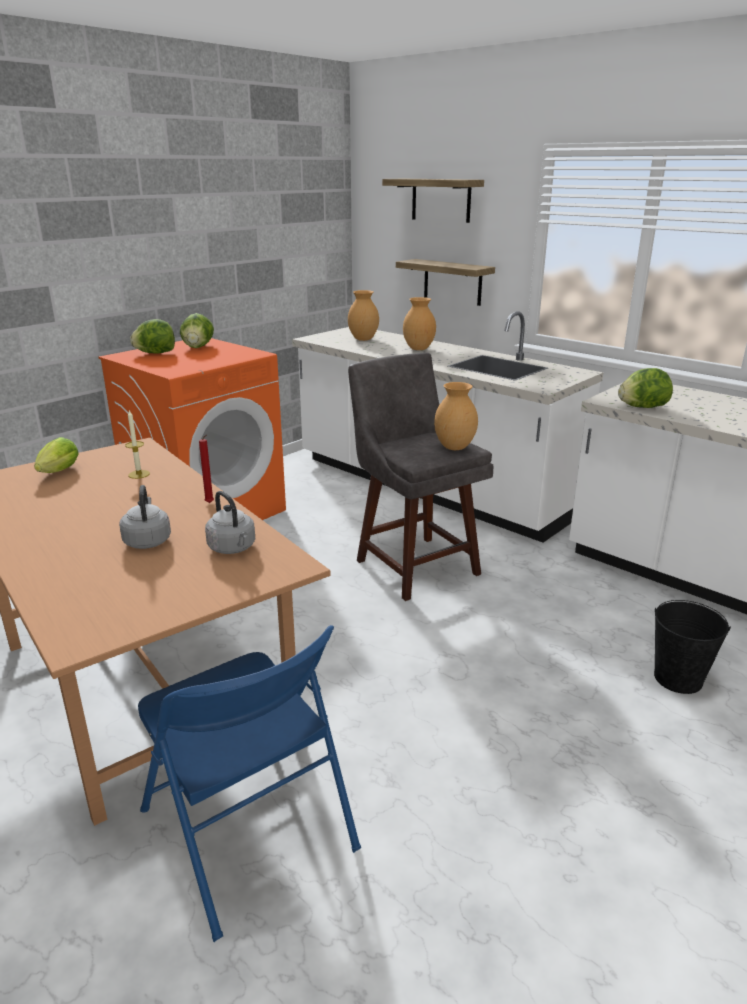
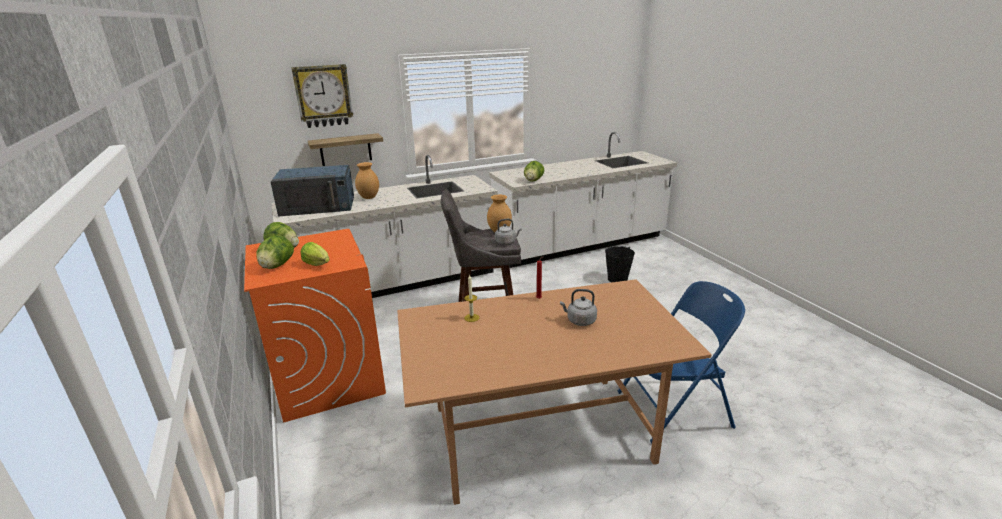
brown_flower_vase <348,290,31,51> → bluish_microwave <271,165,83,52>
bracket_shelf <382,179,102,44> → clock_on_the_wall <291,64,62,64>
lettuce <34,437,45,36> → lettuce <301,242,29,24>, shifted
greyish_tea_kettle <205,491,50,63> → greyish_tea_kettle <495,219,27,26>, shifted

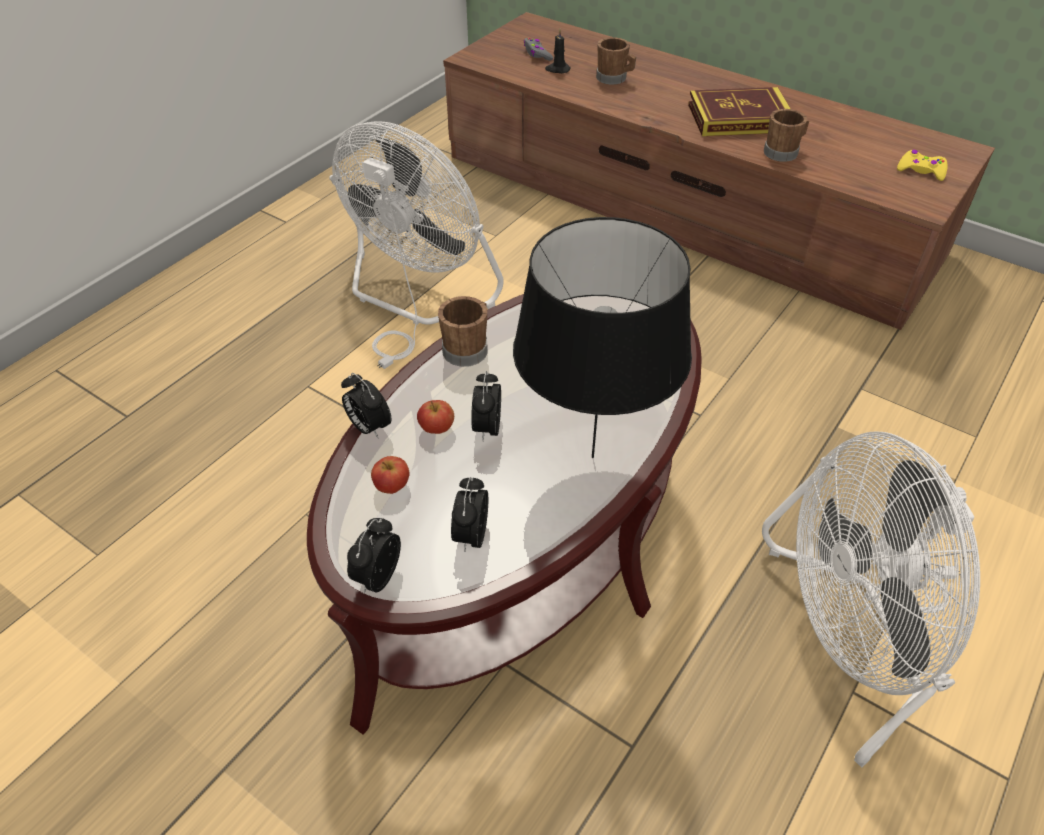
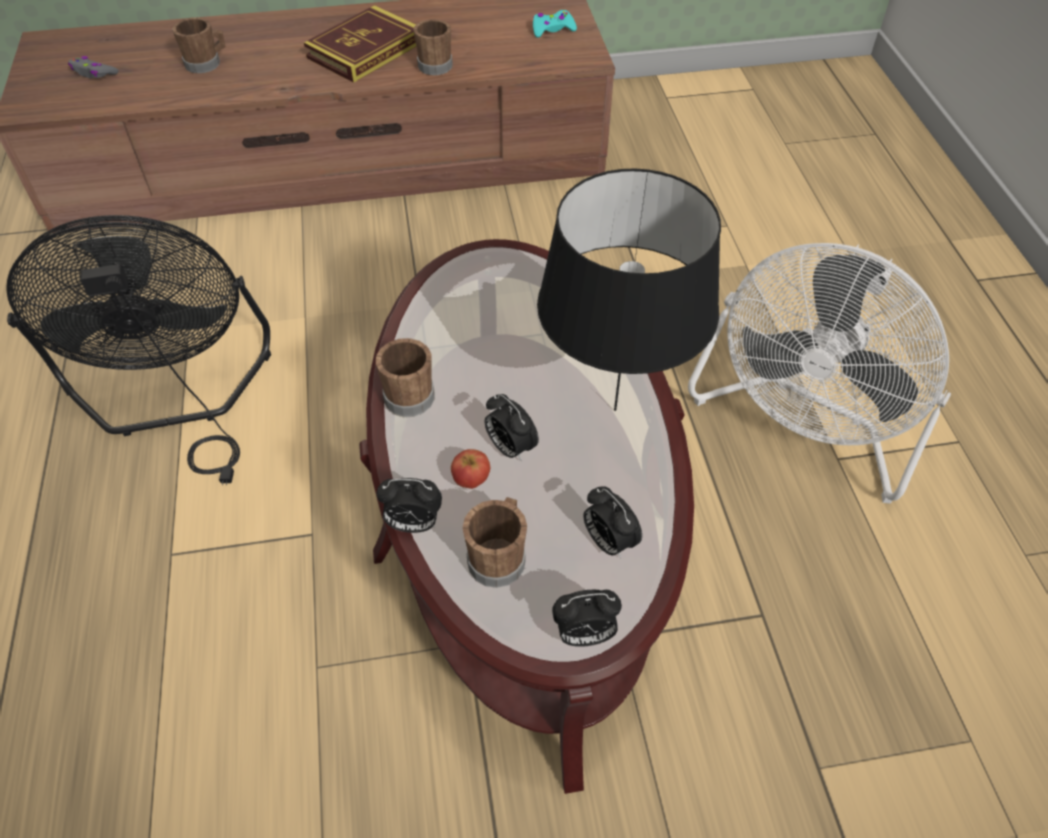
whitish_cooling_fan <329,121,175,248> → blackish_cooling_fan <7,215,264,271>
apple_fruit <371,456,39,38> → brown_coffee_mug <463,497,64,91>
yellow_gamepad <897,150,51,31> → turquoise_gamepad <533,10,44,28>
alarm_clock <347,518,54,75> → alarm_clock <552,590,70,57>, 75 degrees counterclockwise
blackish_wax_light <545,29,26,44> → -

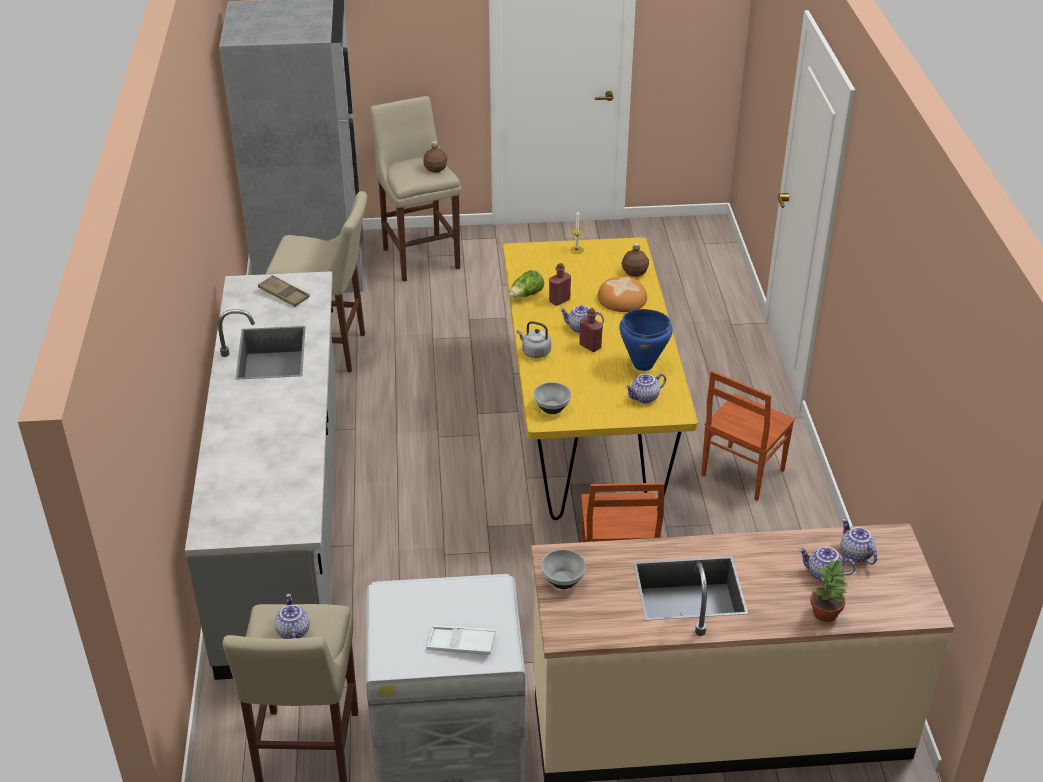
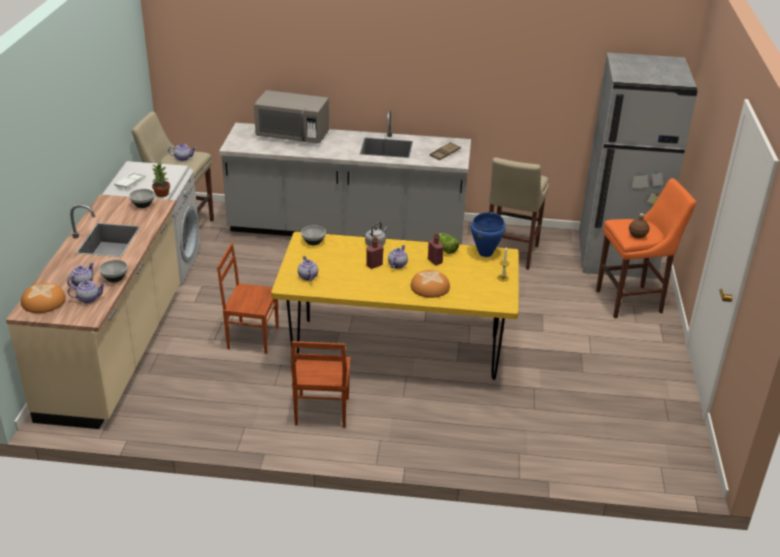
- → bakery_bread <21,283,45,30>
- → bowl <99,260,29,22>
houseplant <810,559,37,63> → houseplant <152,161,18,36>, shifted
- → greyish_microwave <254,90,75,54>
brown_plain_chair <701,371,94,130> → brown_plain_chair <291,341,60,87>, 135 degrees counterclockwise
bluish_saucepot <619,309,54,62> → bluish_saucepot <471,212,35,45>, shifted
beige-coloured_sitting_stool <370,96,91,186> → orangey_sitting_stool <596,178,100,140>
brown_drink_bottle <622,243,27,34> → -

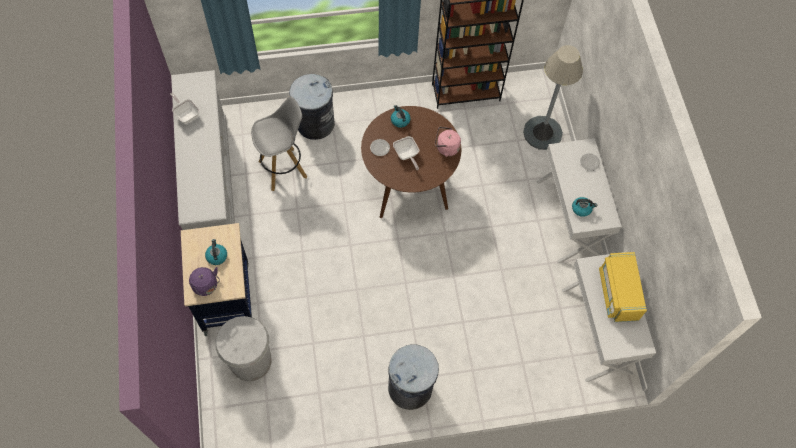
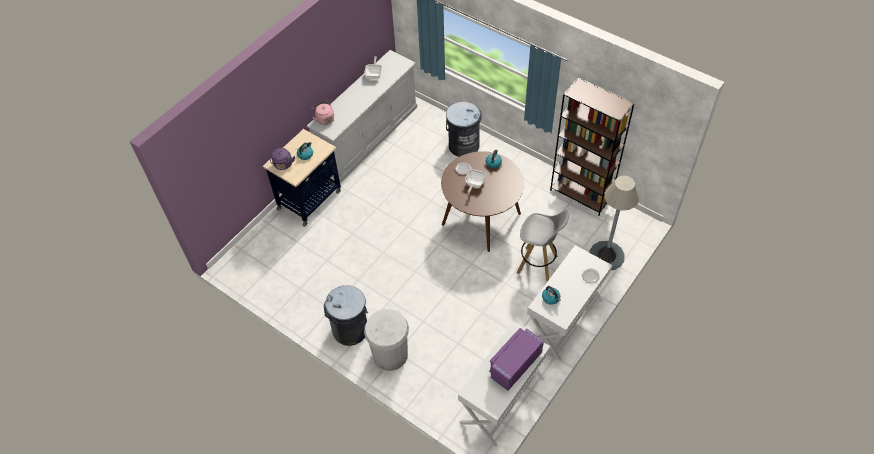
pinkish_tea_kettle <435,127,26,30> → pinkish_tea_kettle <312,100,22,25>, shifted
whitish_waste_bin <215,316,57,65> → whitish_waste_bin <364,309,45,62>, shifted
yellow_microwave <599,252,48,70> → purple_microwave <489,328,55,63>
greyish_sitting_stool <251,96,56,95> → greyish_sitting_stool <517,209,52,73>, shifted

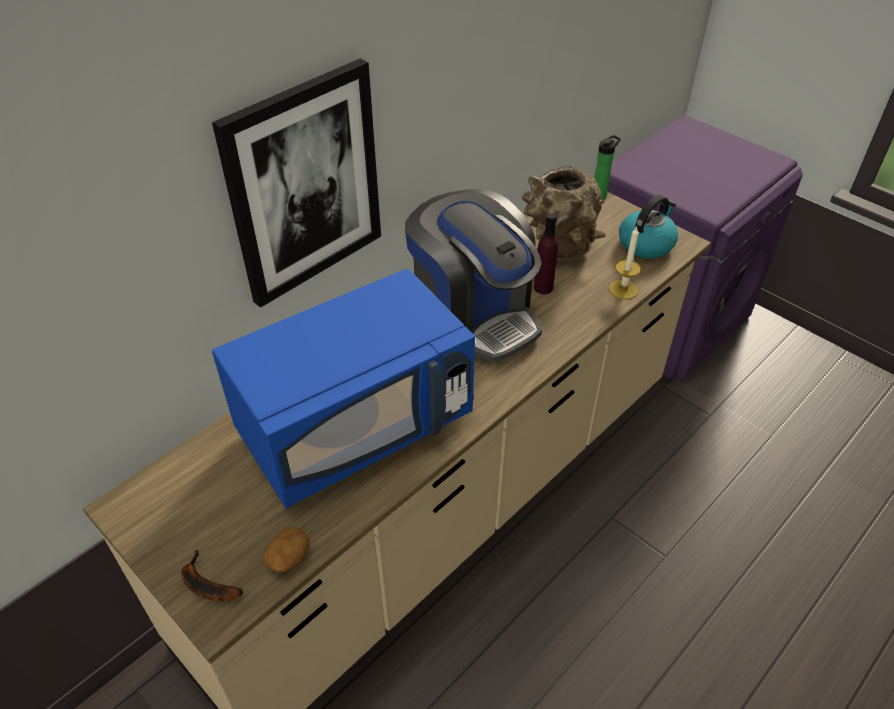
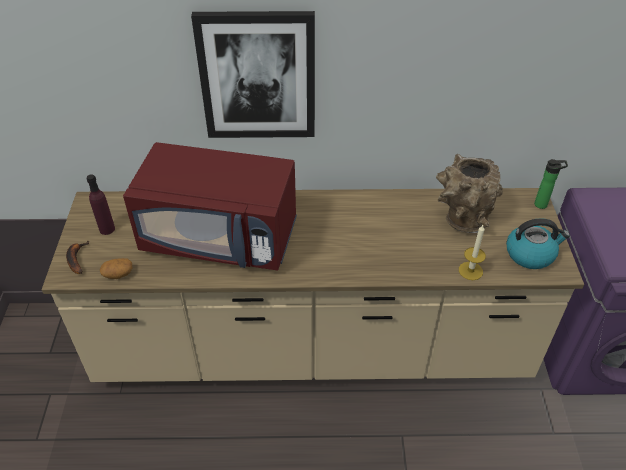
purple_drink_bottle <534,213,24,81> → purple_drink_bottle <87,174,28,61>, shifted
bluish_microwave <212,269,263,239> → reddish_microwave <123,142,174,129>
coffee_brewer <405,189,137,173> → -

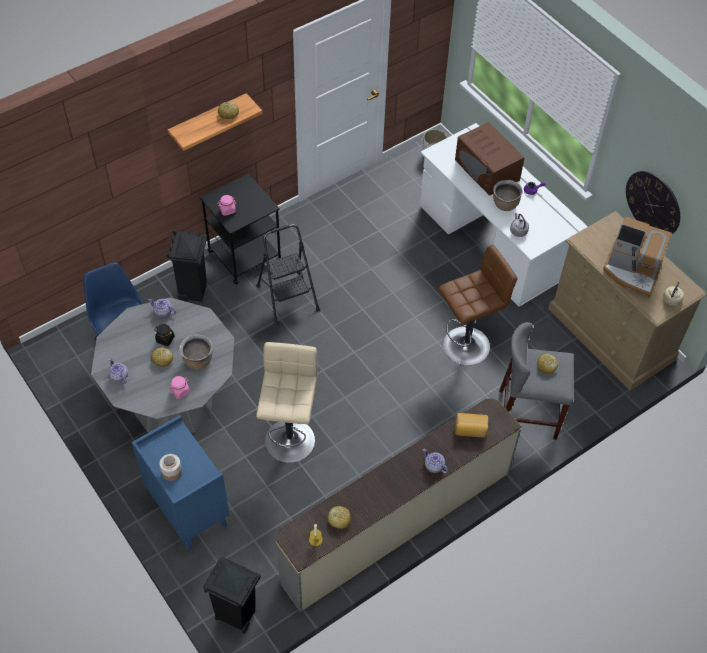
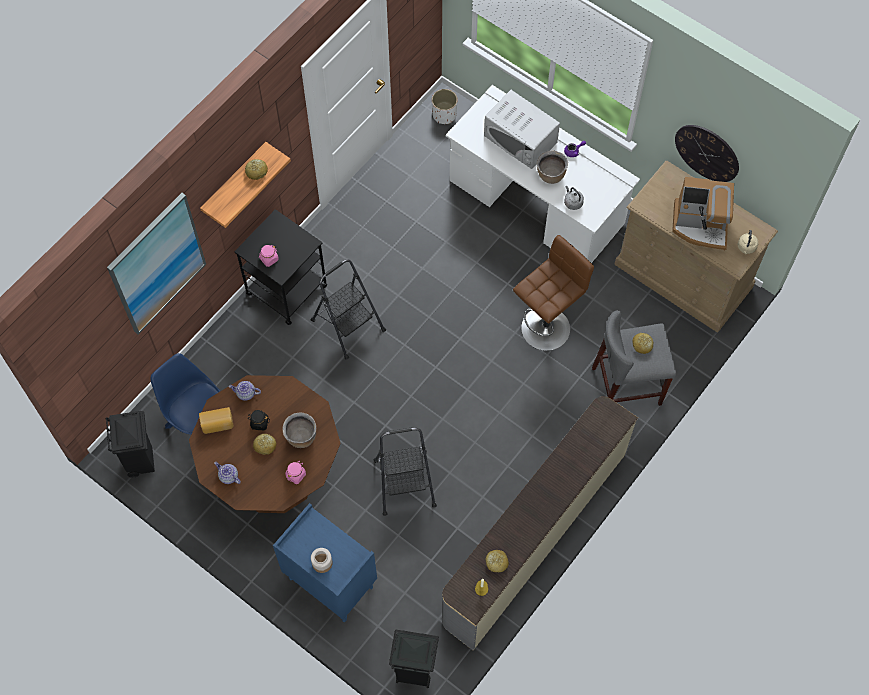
blackish_waste_bin <166,231,41,71> → blackish_waste_bin <105,411,50,67>, shifted
- → wall_art <107,193,99,141>
greyish_dinner_table <91,297,143,136> → brown_dinner_table <189,375,152,138>
bakery_bread <455,413,33,24> → bakery_bread <199,407,34,27>, shifted
beige-coloured_sitting_stool <256,342,61,121> → blackish_stepladder <373,428,64,88>
brown_microwave <455,122,70,74> → whitish_microwave <484,90,76,79>
tea_pot <423,449,25,25> → -

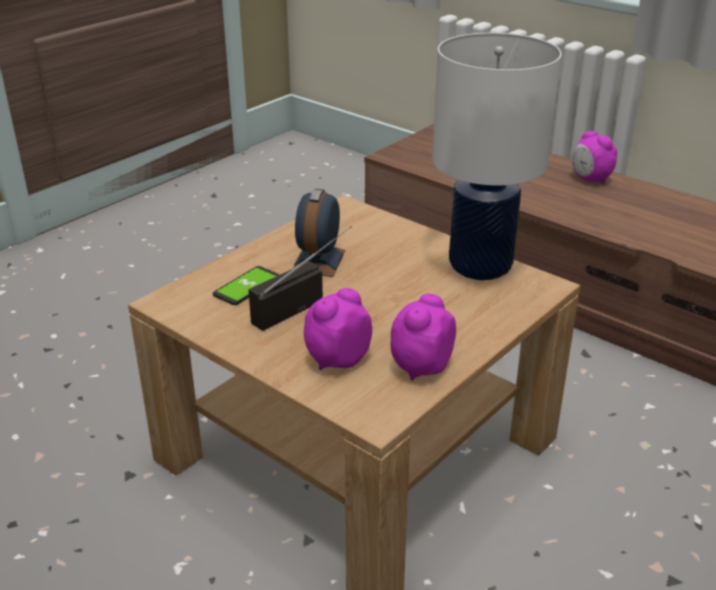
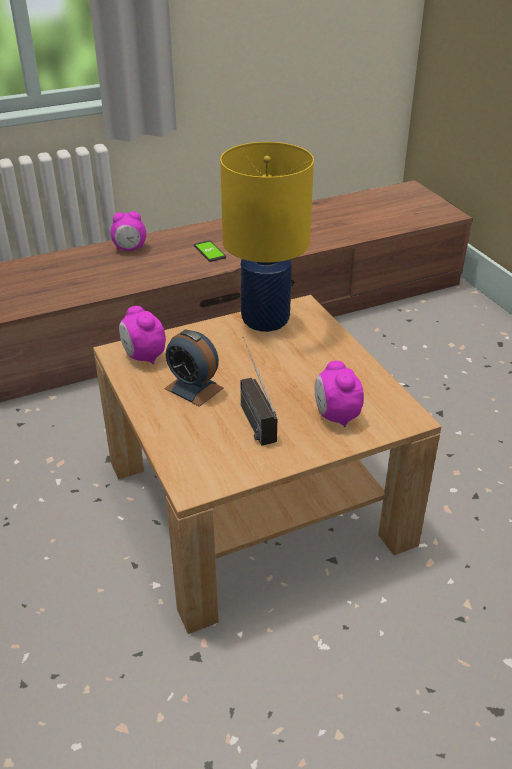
alarm_clock <391,294,65,87> → alarm_clock <119,306,47,58>, shifted
phone <213,266,66,39> → phone <194,241,32,21>, shifted
whitish_lamp_for_a_table <432,33,130,247> → yellow_lamp_for_a_table <220,142,94,190>

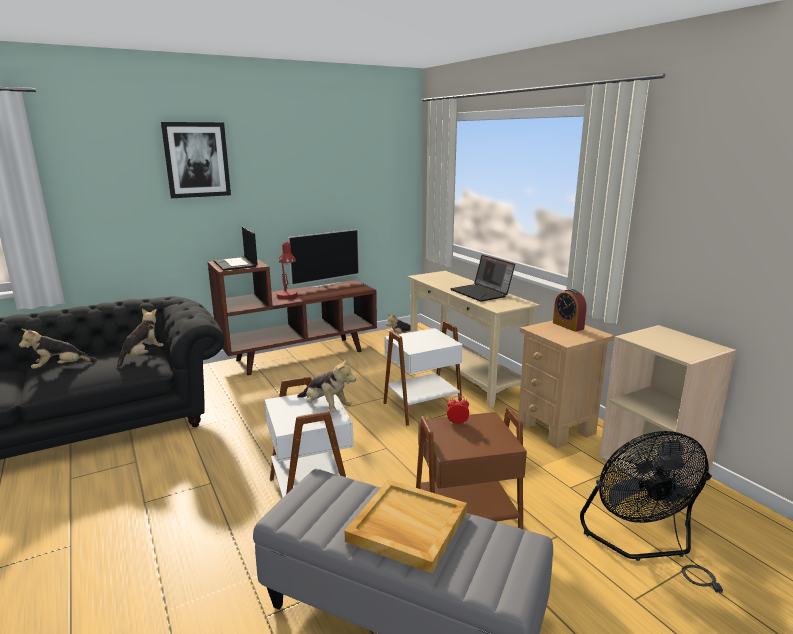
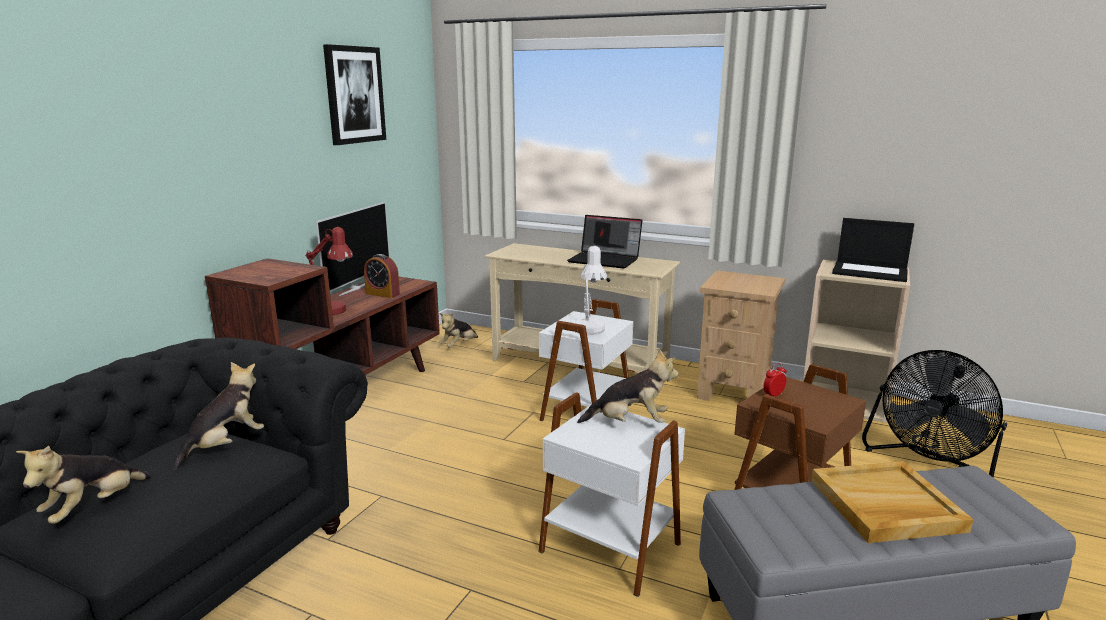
cuddly_toy <117,309,47,59> → cuddly_toy <173,362,91,109>, 45 degrees clockwise
wall_art <161,122,70,76> → wall_art <323,44,63,101>, shifted
alarm_clock <553,289,34,43> → alarm_clock <364,254,36,44>, shifted
- → whitish_lamp_for_a_table <573,246,34,89>
notebook_computer <214,227,44,44> → notebook_computer <832,218,82,64>, shifted
blackish_cooling_fan <580,431,143,163> → blackish_cooling_fan <862,350,145,127>, 90 degrees counterclockwise

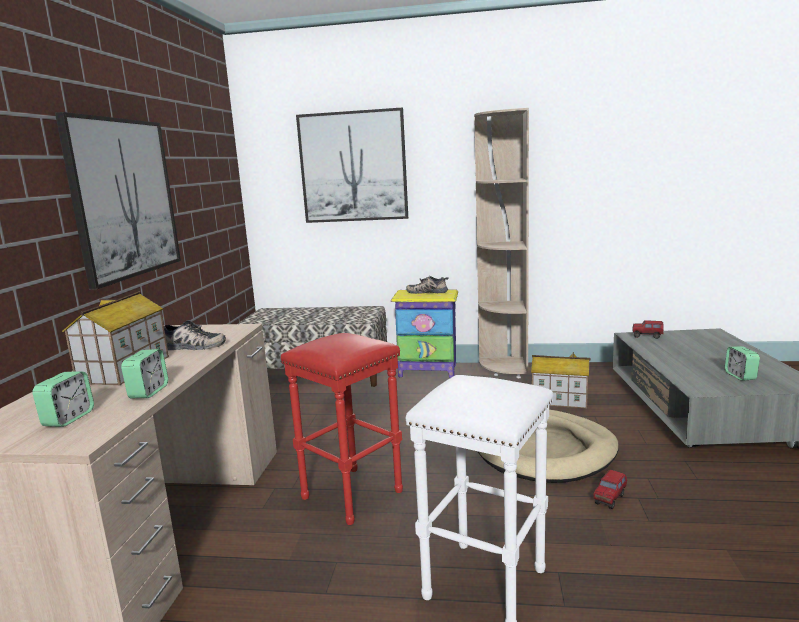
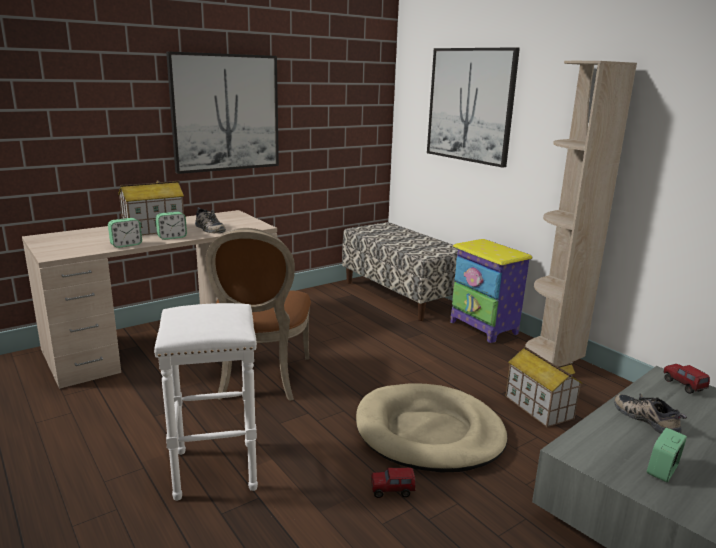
alarm_clock <33,371,61,56> → alarm_clock <156,212,31,28>, shifted
reddish_sitting_stool <281,333,122,192> → brown_plain_chair <206,228,105,173>
low_shoe <406,276,43,18> → low_shoe <614,394,73,40>, shifted

